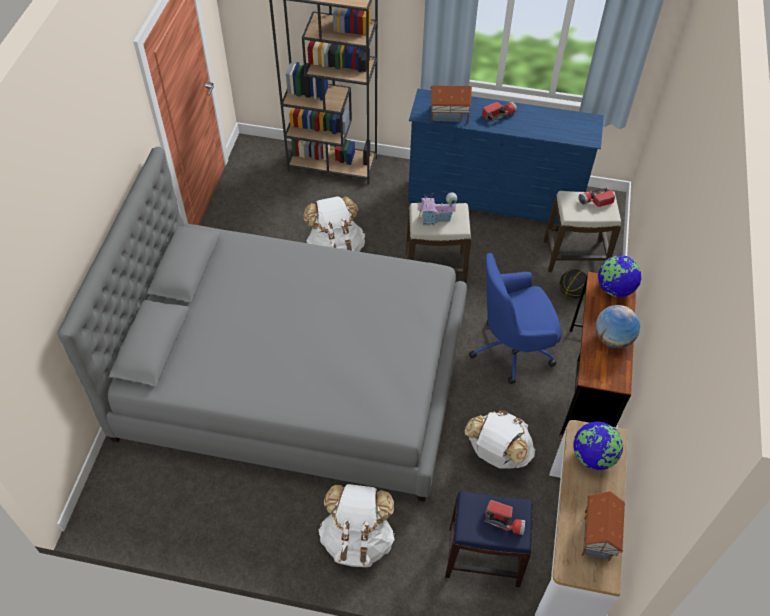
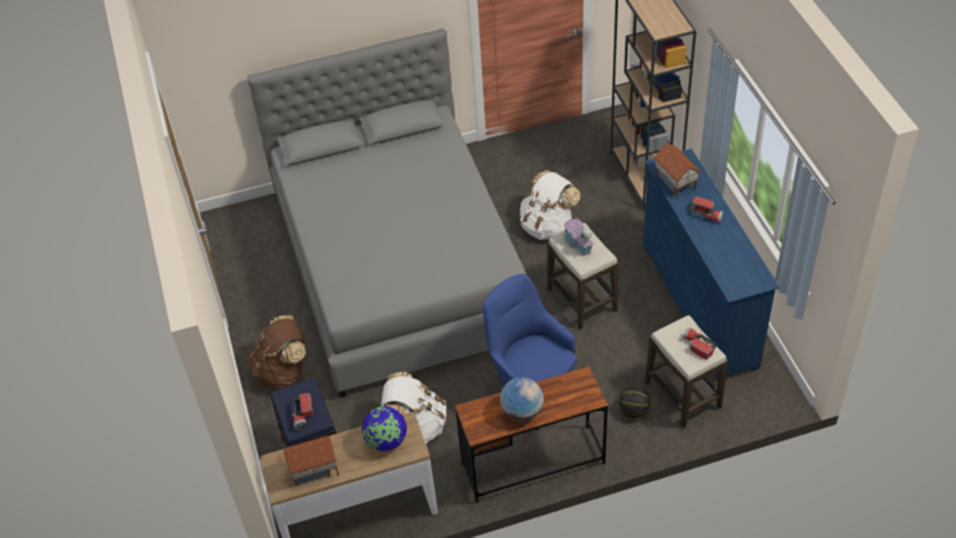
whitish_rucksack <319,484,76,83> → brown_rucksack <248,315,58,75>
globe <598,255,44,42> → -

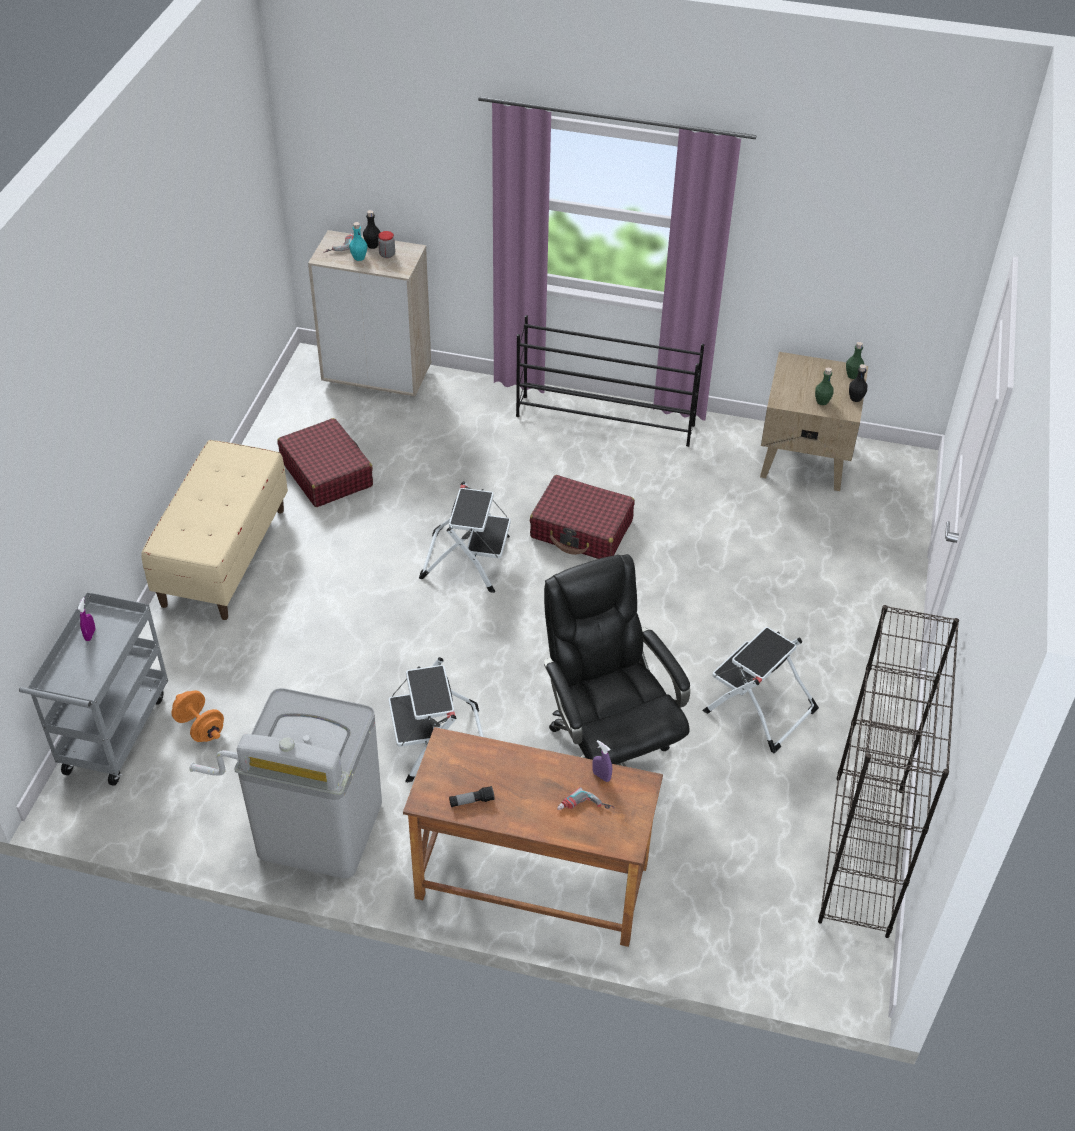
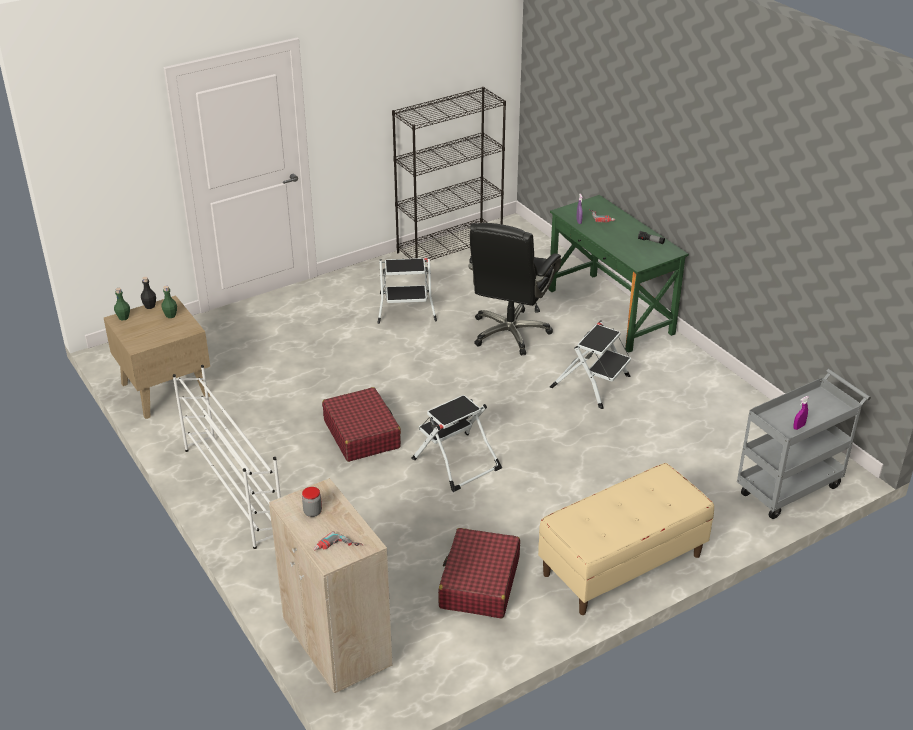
blackish_shoe_stand <516,315,188,132> → whitish_shoe_stand <173,365,108,184>
brown_desk <403,727,260,220> → green-coloured_desk <549,195,140,158>
orangey_free_weight <171,691,53,51> → -
greyish_laundry_appliance <189,688,193,191> → -
turquoise_drink_bottle <349,222,18,39> → -
blackish_drink_bottle <363,210,17,39> → -

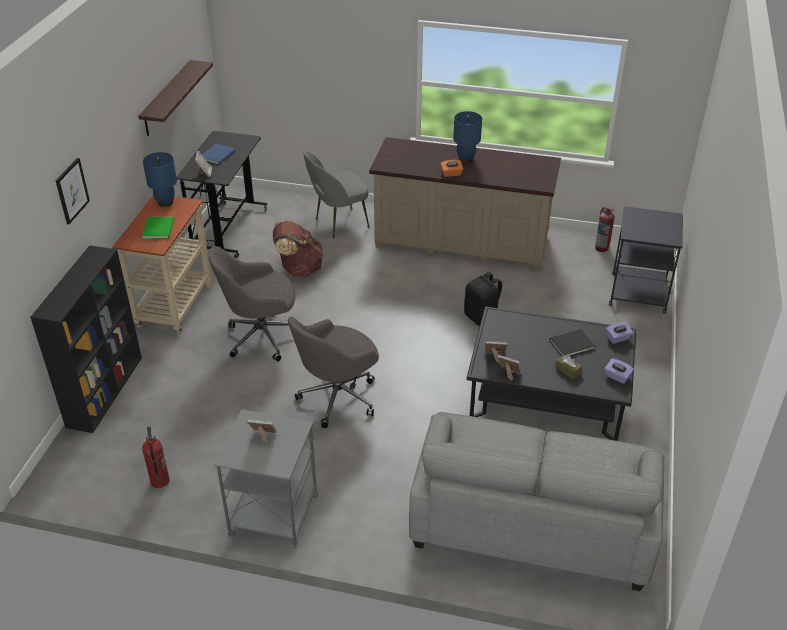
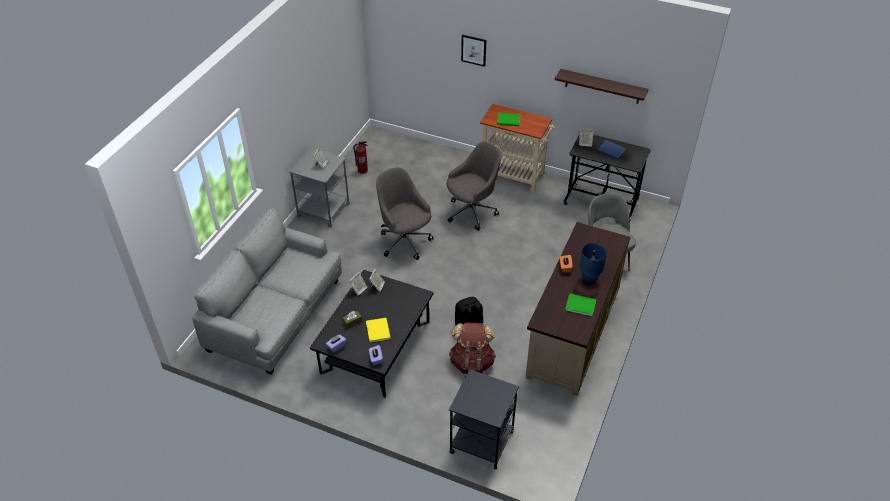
blackish_bound_book <550,329,45,27> → yellow_bound_book <366,318,25,24>
greyish_computer_chair <208,246,87,115> → greyish_computer_chair <447,141,55,90>, 60 degrees clockwise
brown_rucksack <273,221,50,56> → brown_rucksack <449,322,47,52>, shifted
- → green-coloured_bound_book <565,294,31,22>
blackish_bookcase <30,245,112,188> → -
bluish_lamp_for_a_table <143,152,34,55> → -
extinguisher <595,207,20,45> → -

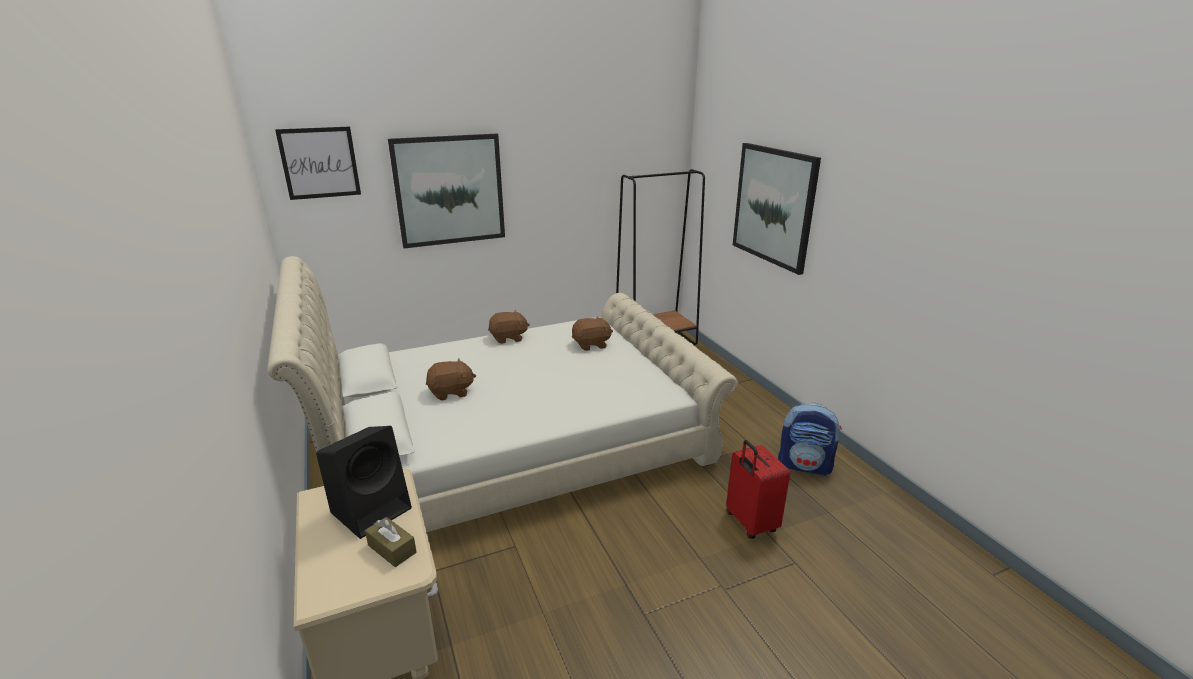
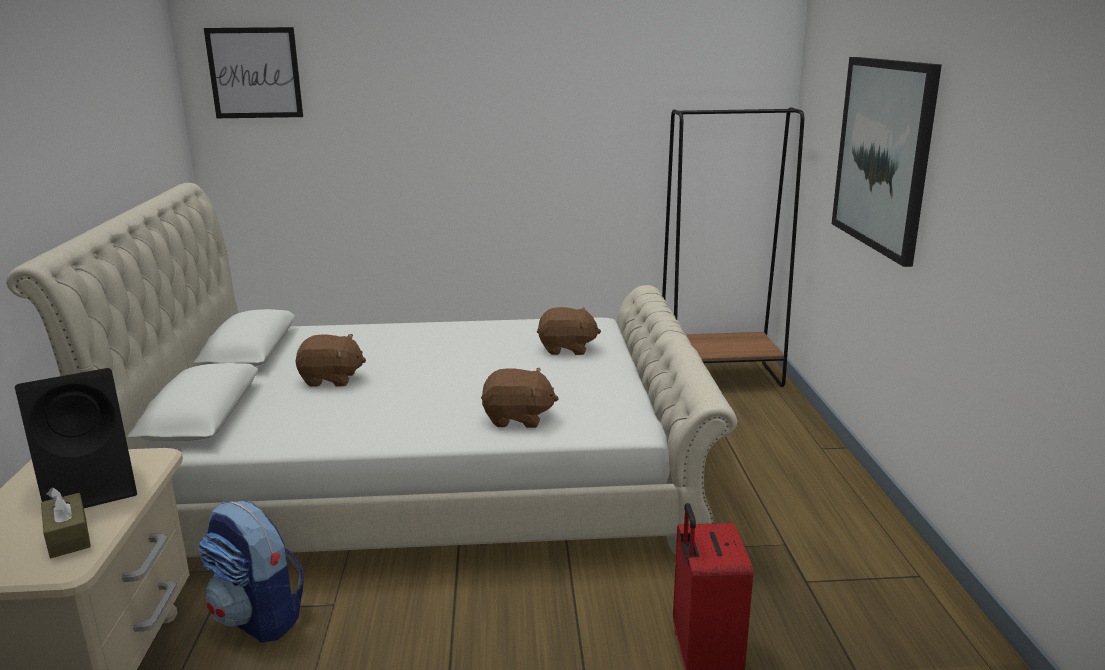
rucksack <778,403,64,73> → rucksack <198,501,106,142>, shifted
brown_cuddly_toy <488,310,42,34> → brown_cuddly_toy <481,368,78,60>, shifted
wall_art <388,134,117,114> → -

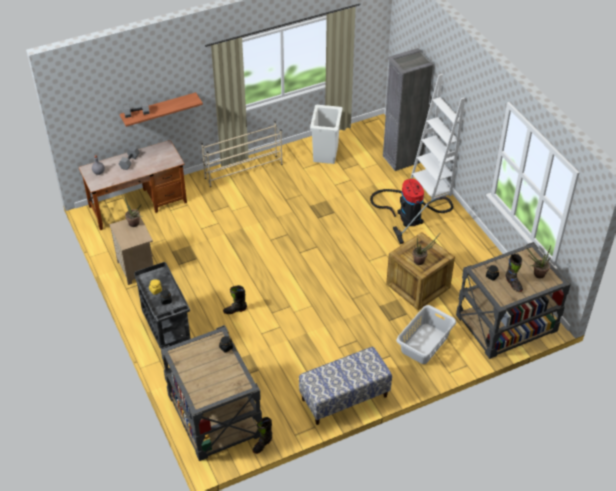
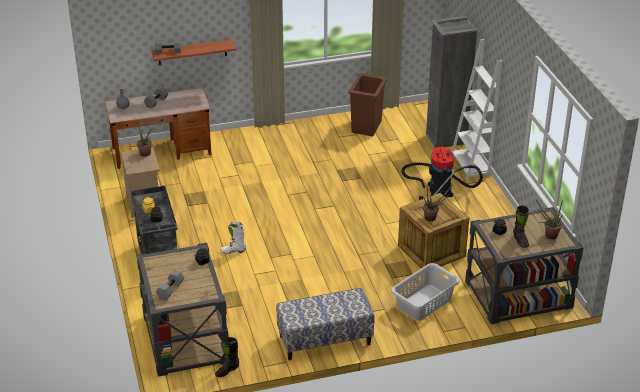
- → greyish_free_weight <156,270,28,30>
blackish_high-top_boot <223,285,24,29> → whitish_high-top_boot <220,222,26,32>
whitish_waste_bin <310,105,32,59> → brown_waste_bin <349,73,38,63>
beige-coloured_shoe_stand <201,121,82,66> → -

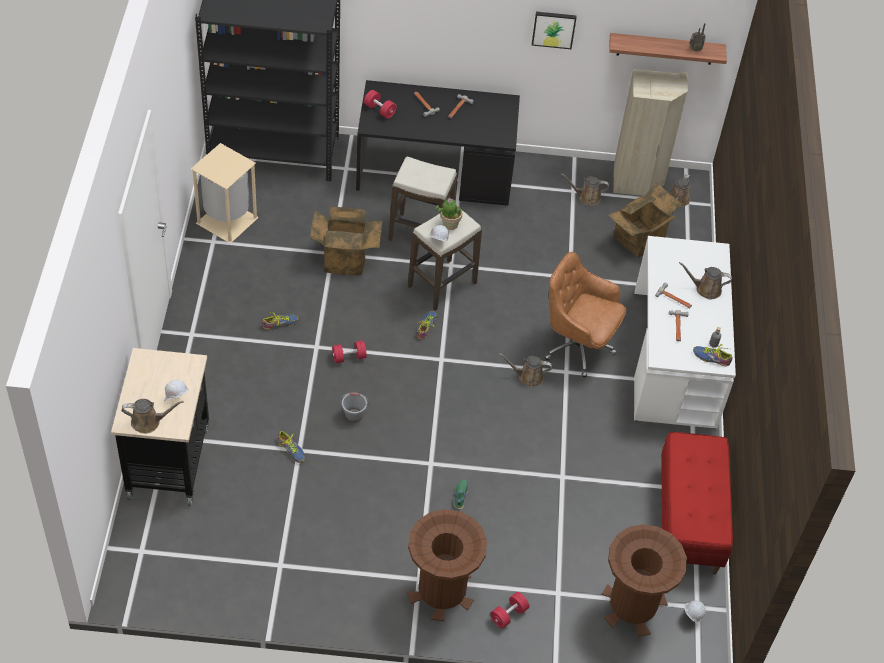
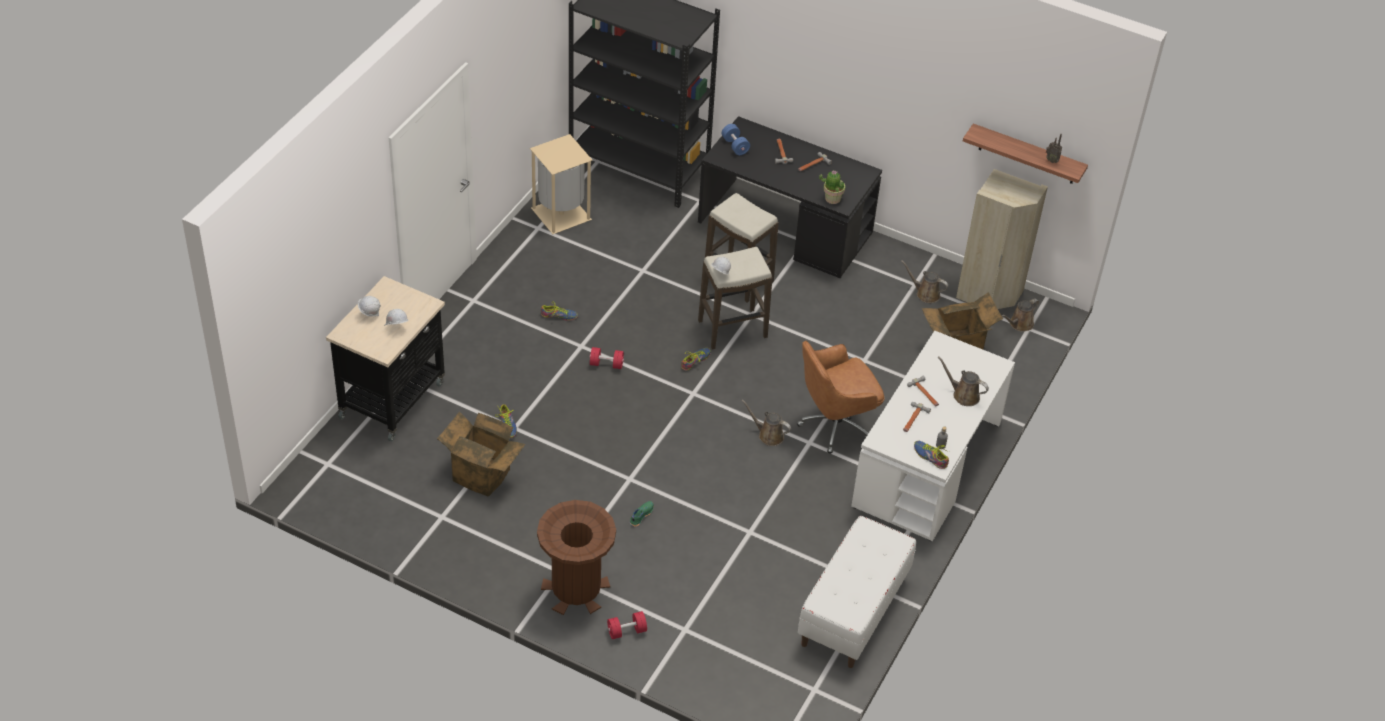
whitish_work_helmet <684,600,22,22> → whitish_work_helmet <358,296,23,20>, shifted
carton <310,207,73,68> → carton <437,412,88,84>, shifted
reddish_free_weight <364,90,33,29> → bluish_free_weight <722,124,28,31>
brown_computer_chair <545,252,81,125> → brown_computer_chair <797,341,88,113>, 75 degrees counterclockwise
reddish_bench <661,432,72,143> → whitish_bench <798,516,118,152>
houseplant <436,198,26,32> → houseplant <819,170,26,34>, shifted
brown_watering_pot <122,399,62,35> → -
greyish_bucket <340,393,28,29> → -
wall_art <532,12,45,37> → -
brown_waste_bin <601,524,86,113> → -

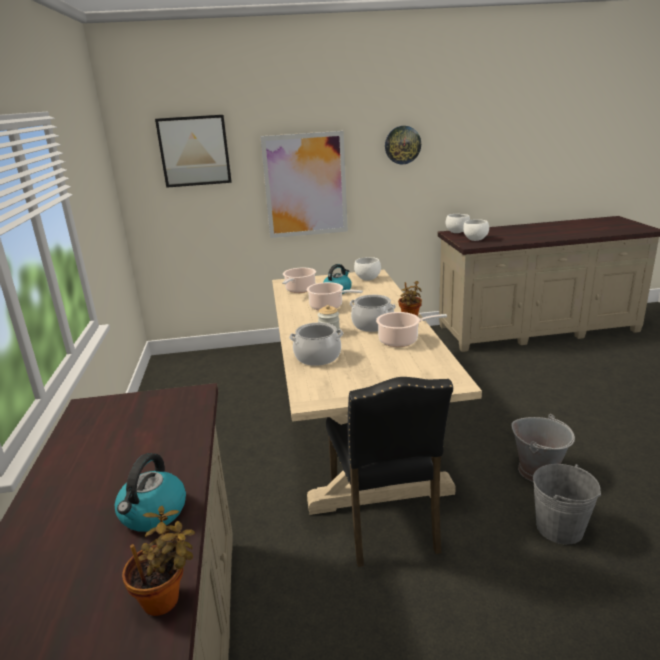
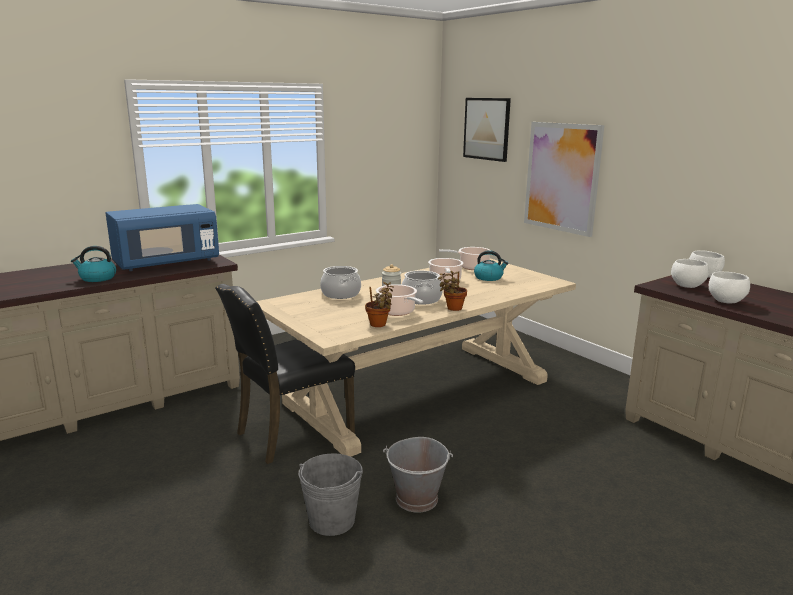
- → bluish_microwave <106,204,113,67>
houseplant <122,506,73,110> → houseplant <365,282,29,45>, shifted
whitish_bowl <354,257,27,24> → whitish_bowl <709,272,41,31>, shifted
clock_on_the_wall <385,126,36,39> → -

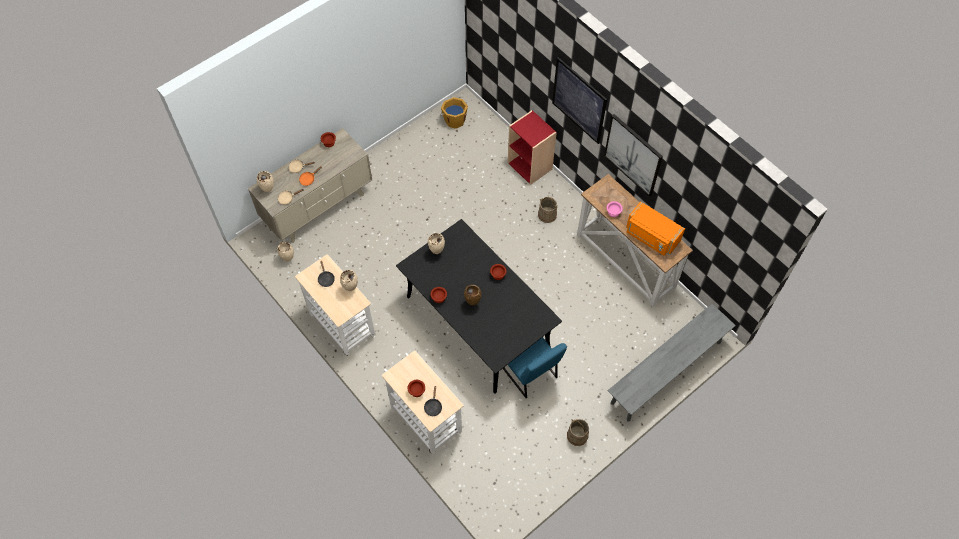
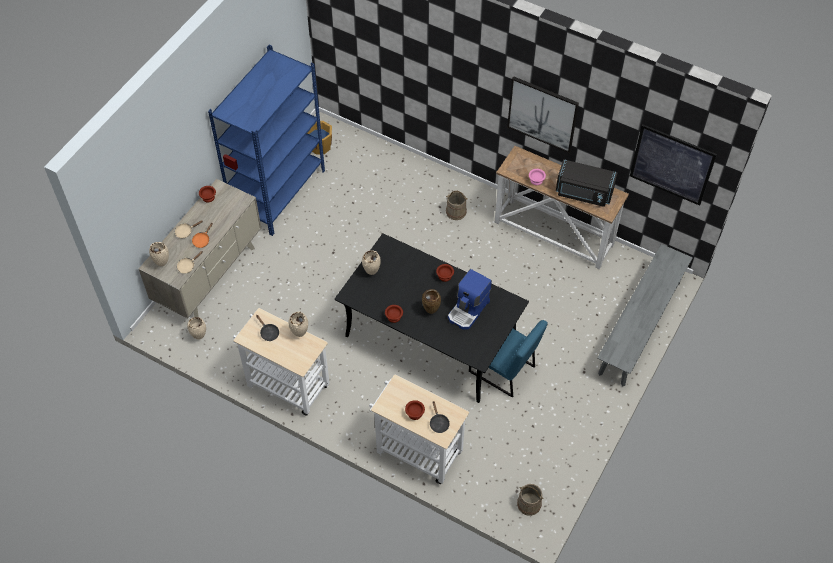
- → bluish_bookcase <208,45,117,191>
- → coffee_brewer <448,269,44,61>
beige-coloured_bucket <567,419,22,27> → beige-coloured_bucket <517,484,26,32>, shifted
orangey_microwave <626,201,59,55> → blackish_microwave <556,159,62,48>
wall_art <552,57,55,87> → wall_art <630,124,87,82>, shifted
reddish_bookcase <508,110,49,75> → -

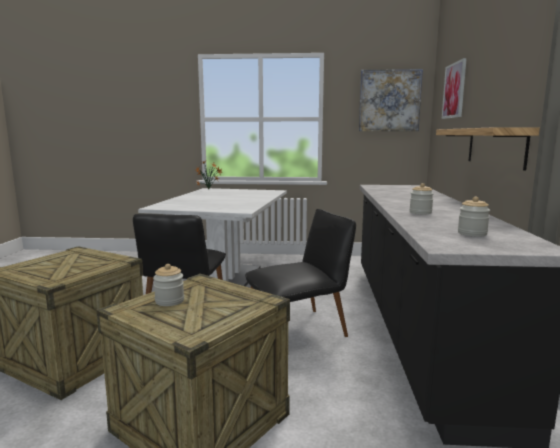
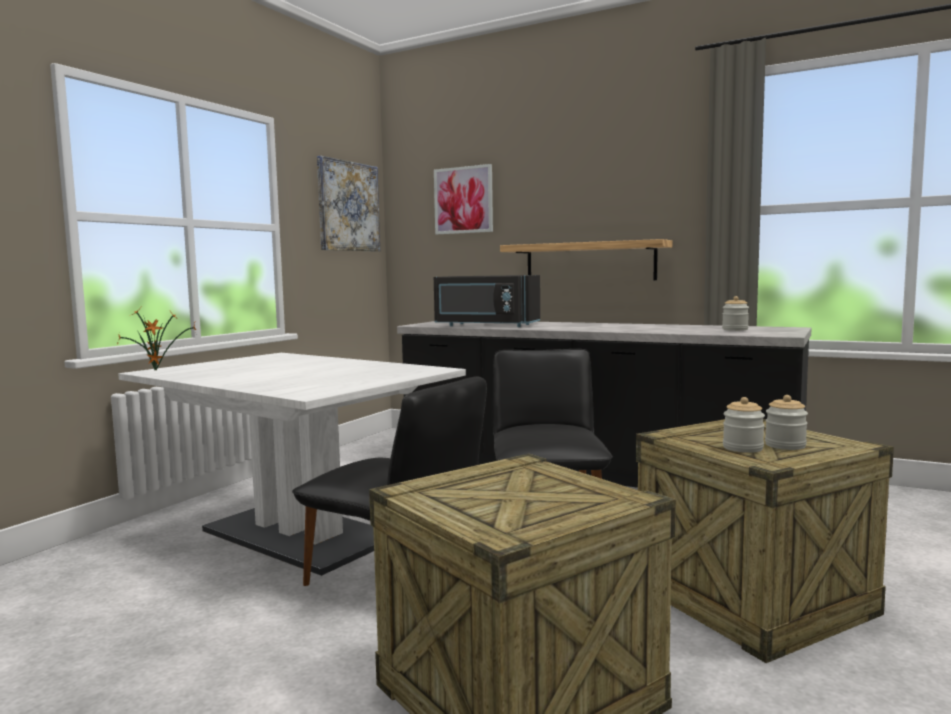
- → blackish_microwave <434,275,106,52>
preserve_jar <409,183,25,31> → preserve_jar <765,395,43,55>, shifted

